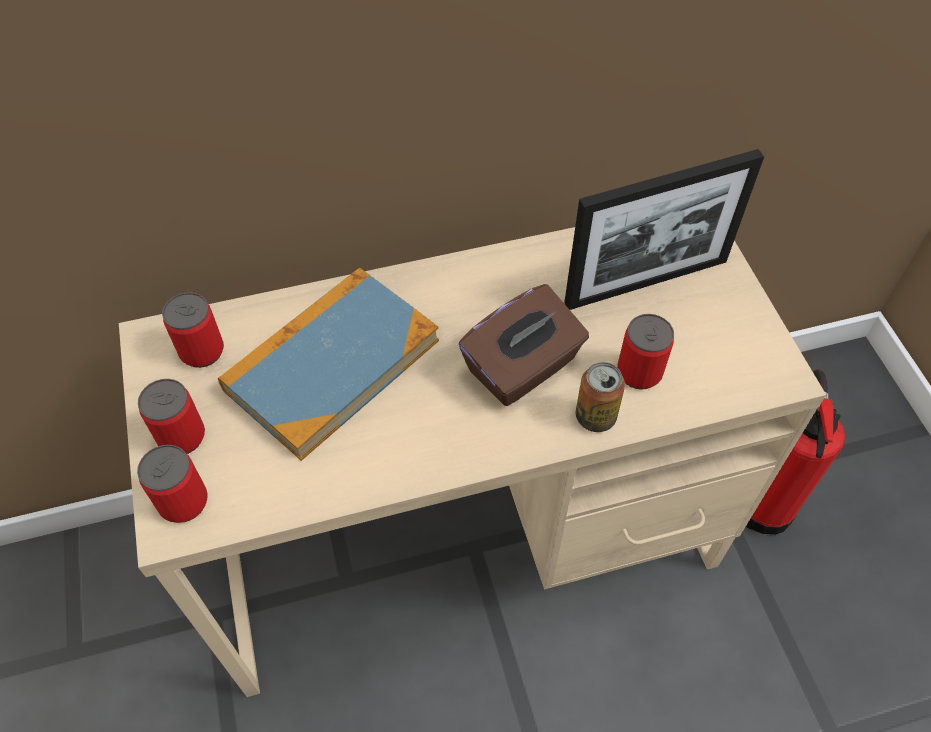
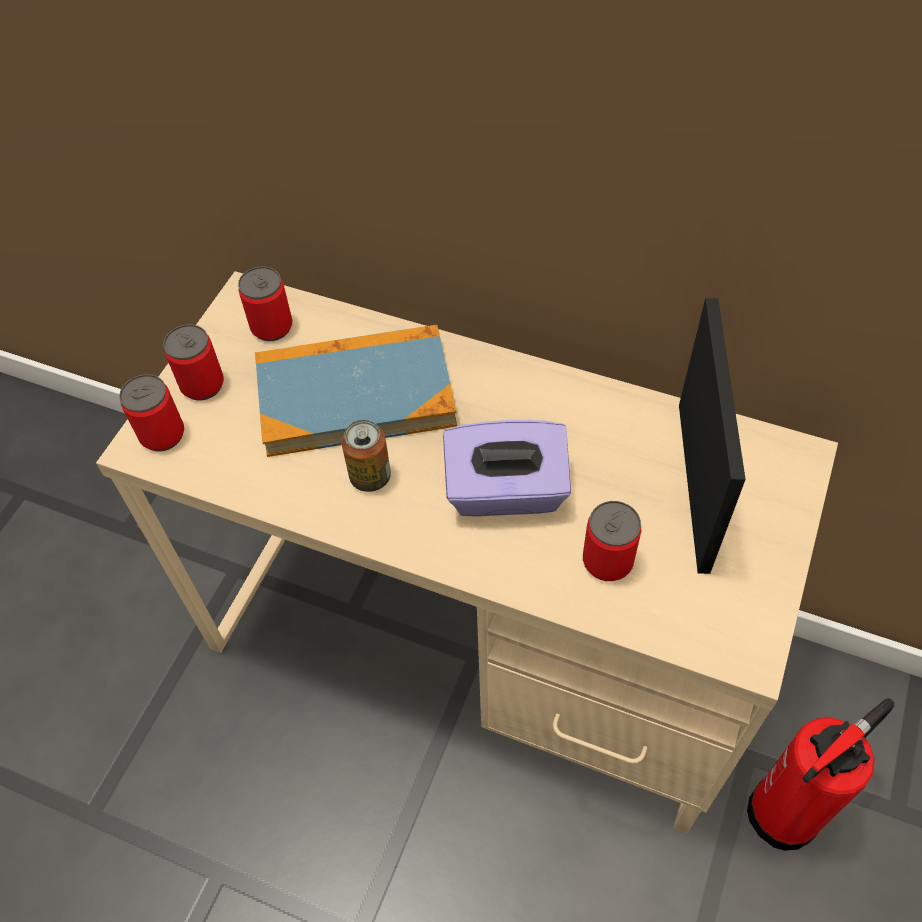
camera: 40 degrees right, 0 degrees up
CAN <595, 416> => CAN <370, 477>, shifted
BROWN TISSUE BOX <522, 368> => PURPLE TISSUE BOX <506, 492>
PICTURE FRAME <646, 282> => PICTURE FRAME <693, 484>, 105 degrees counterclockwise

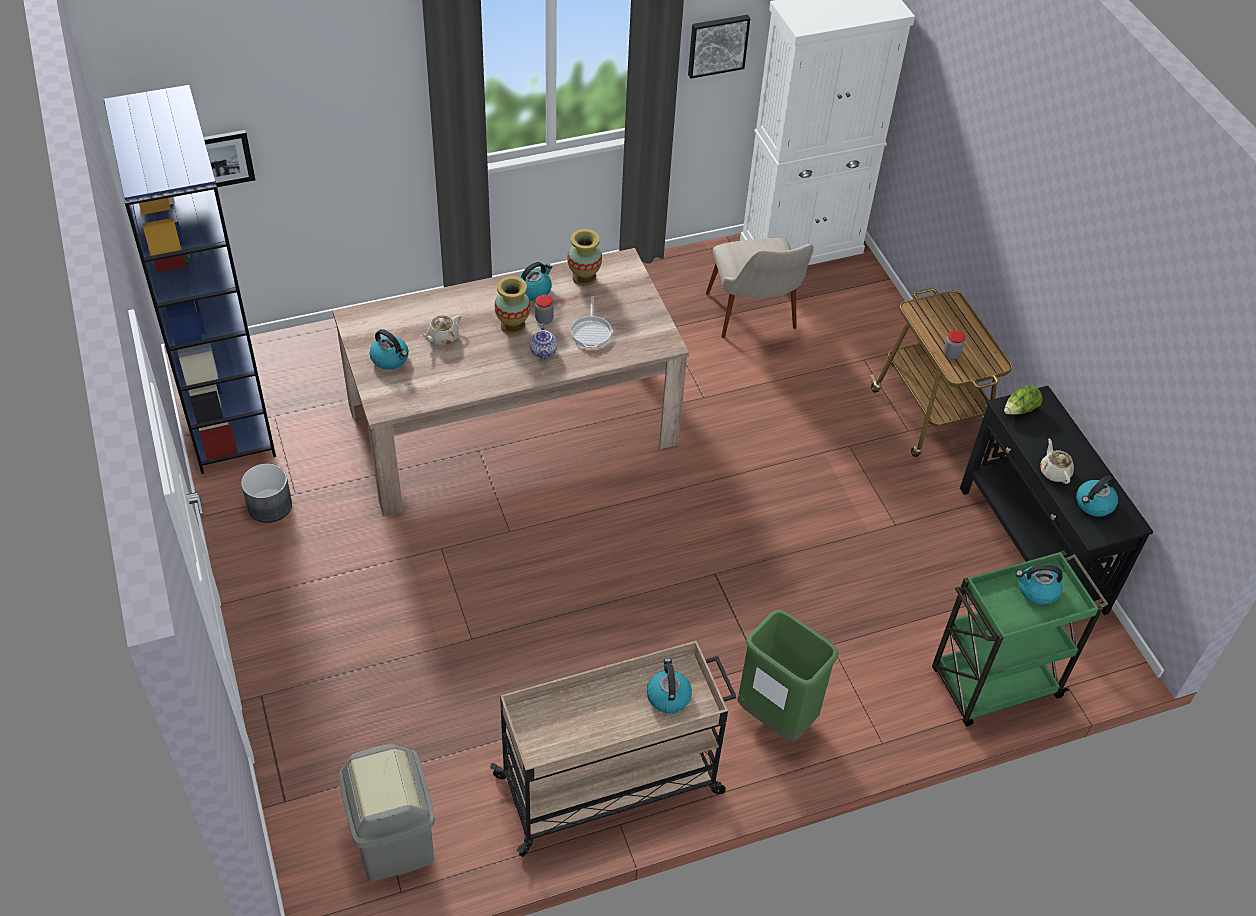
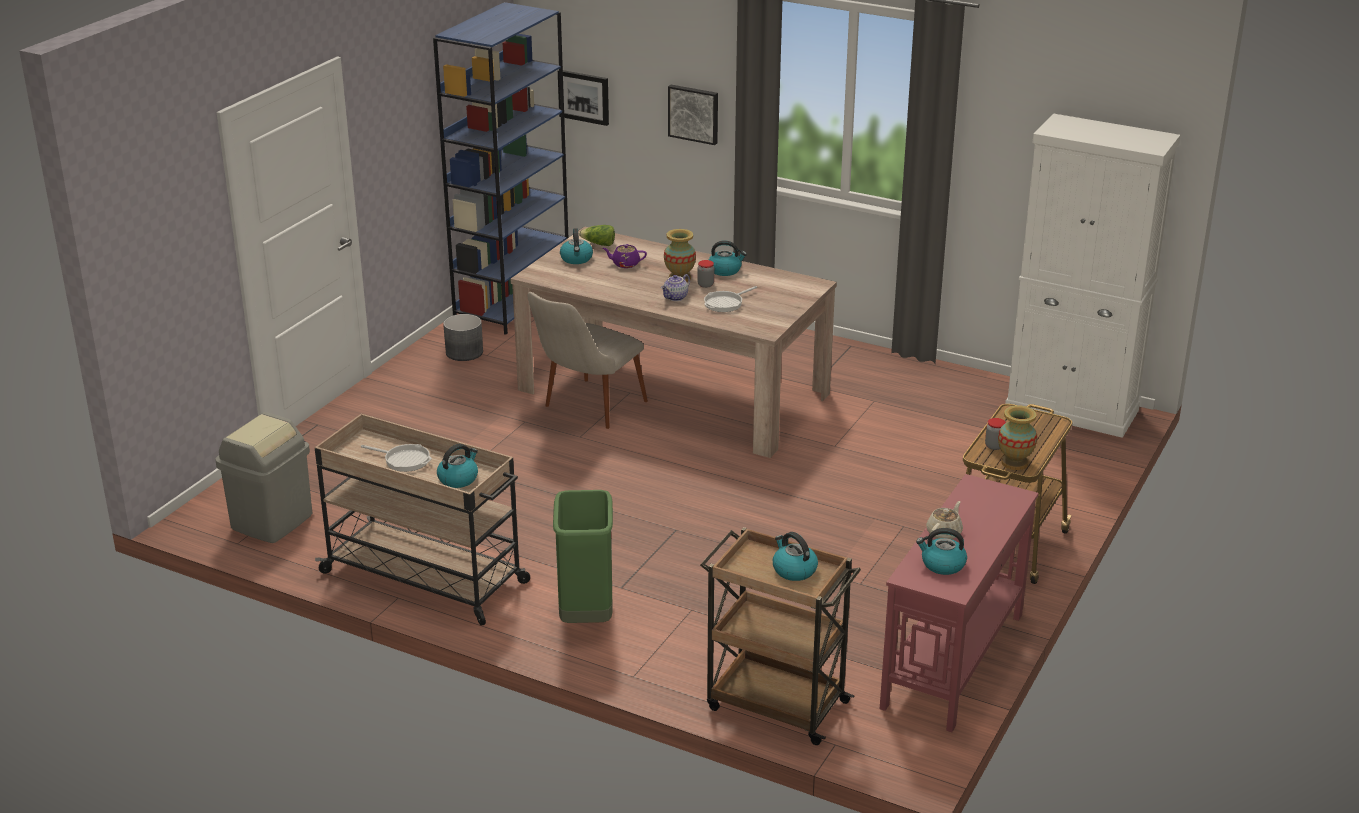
camera: 50 degrees right, 20 degrees down
nothing => FRYING PAN <404, 460>
BEIGE CHAIR <755, 322> => BEIGE CHAIR <586, 410>, shifted
LETTUCE <1020, 410> => LETTUCE <599, 244>, shifted
BEIGE TEAPOT <442, 337> => PURPLE TEAPOT <625, 264>
PICTURE <717, 44> => PICTURE <694, 113>, shifted
GREEN CART <993, 684> => BROWN CART <775, 704>
BLACK CONSOLE TABLE <1031, 550> => RED CONSOLE TABLE <952, 661>
VASE <584, 278> => VASE <1014, 463>, shifted

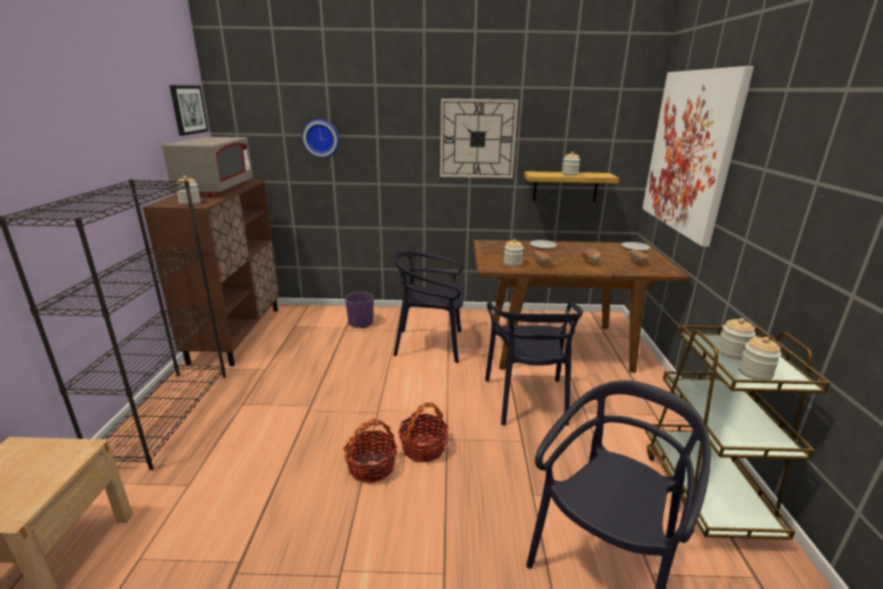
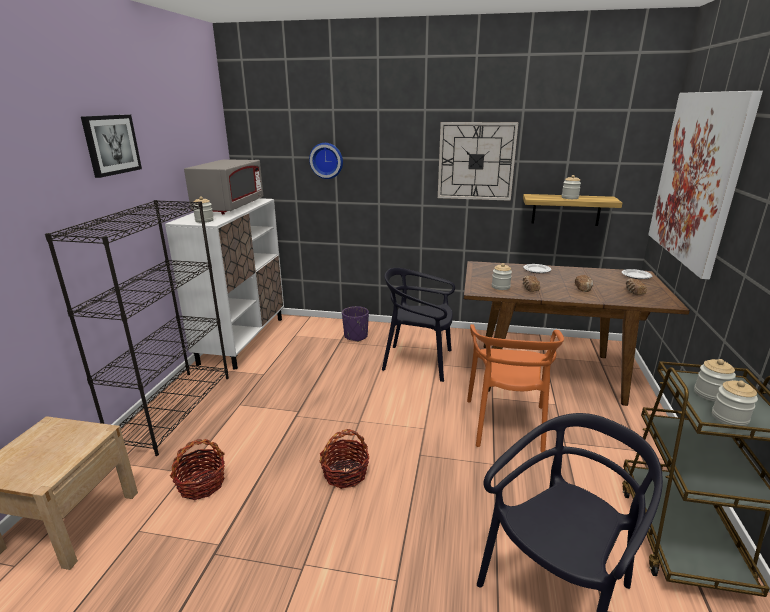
camera: 10 degrees right, 0 degrees up
PICTURE <188, 109> => PICTURE <111, 144>, shifted
BROWN CABINET <237, 334> => WHITE CABINET <243, 340>
BASKET <423, 448> => BASKET <201, 484>, shifted
BLACK CHAIR <527, 400> => ORANGE CHAIR <506, 424>

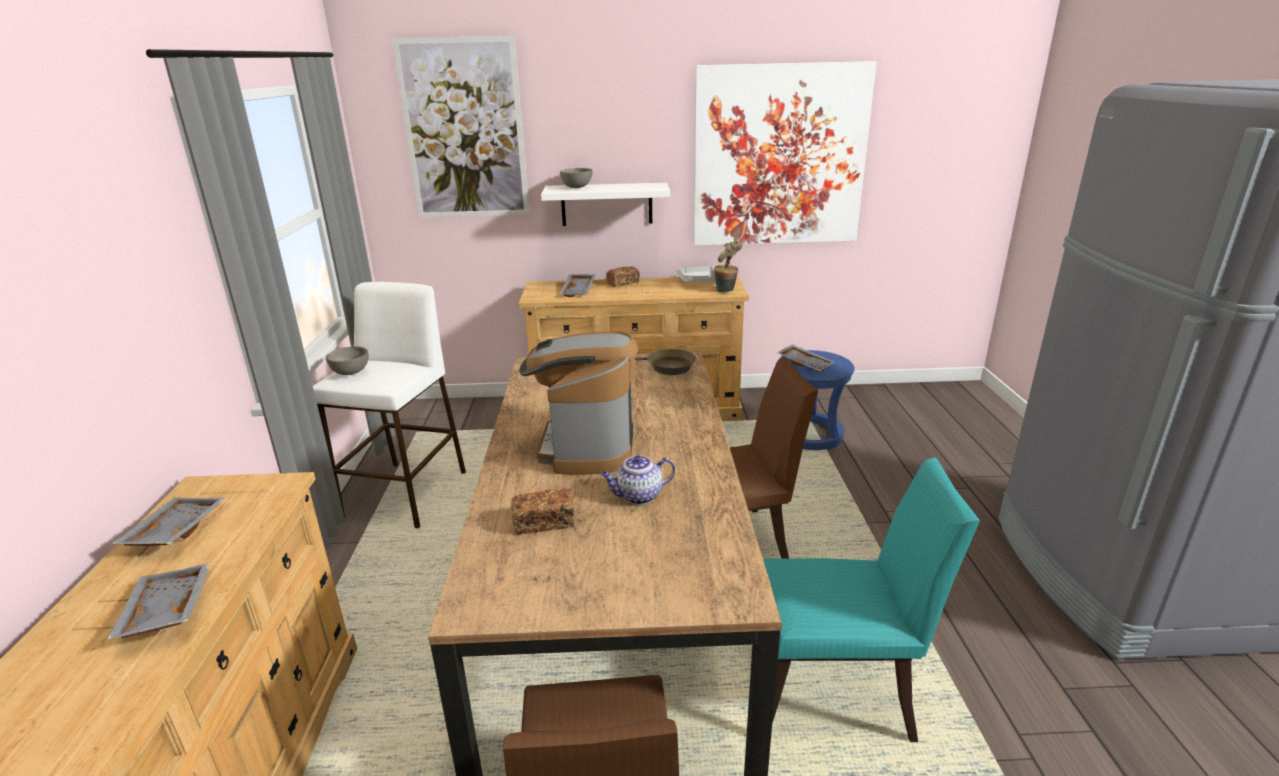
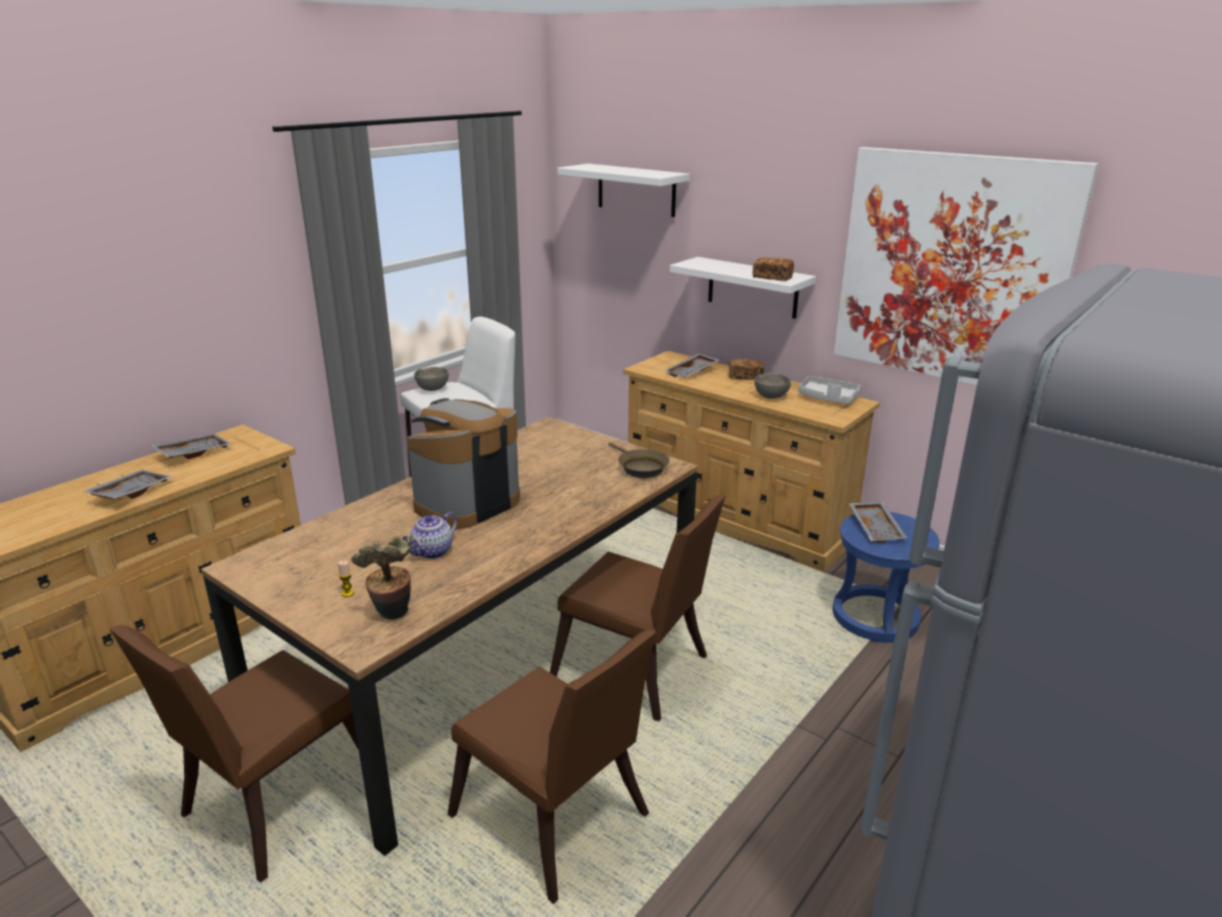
camera: 40 degrees right, 0 degrees up
nothing => CANDLE <347, 593>
POTTED PLANT <726, 291> => POTTED PLANT <392, 615>, shifted
TEAPOT <638, 496> => TEAPOT <432, 552>, 75 degrees counterclockwise
TURQUOISE CHAIR <836, 688> => BROWN CHAIR <555, 824>
PICTURE <464, 130> => WHITE SHELF <636, 190>
BREAD <544, 522> => BREAD <772, 277>, shifted
GREY BOWL <577, 187> => GREY BOWL <771, 397>, shifted

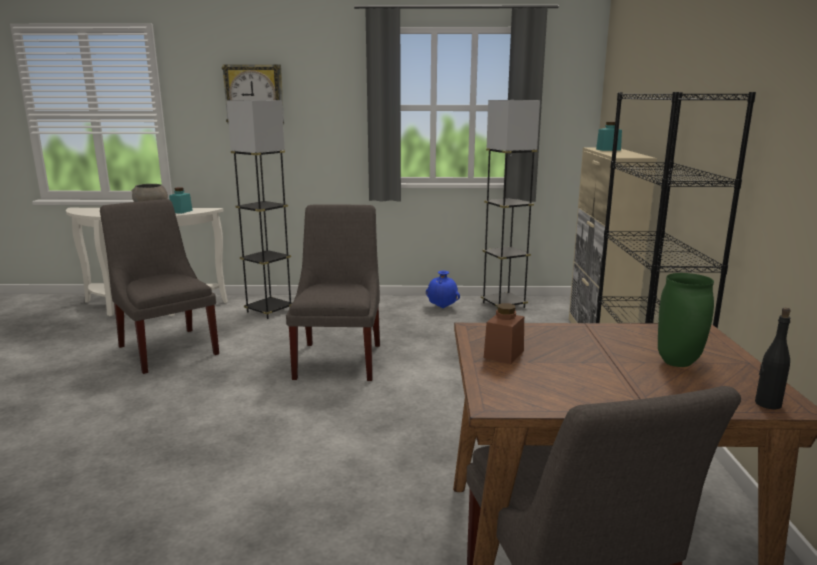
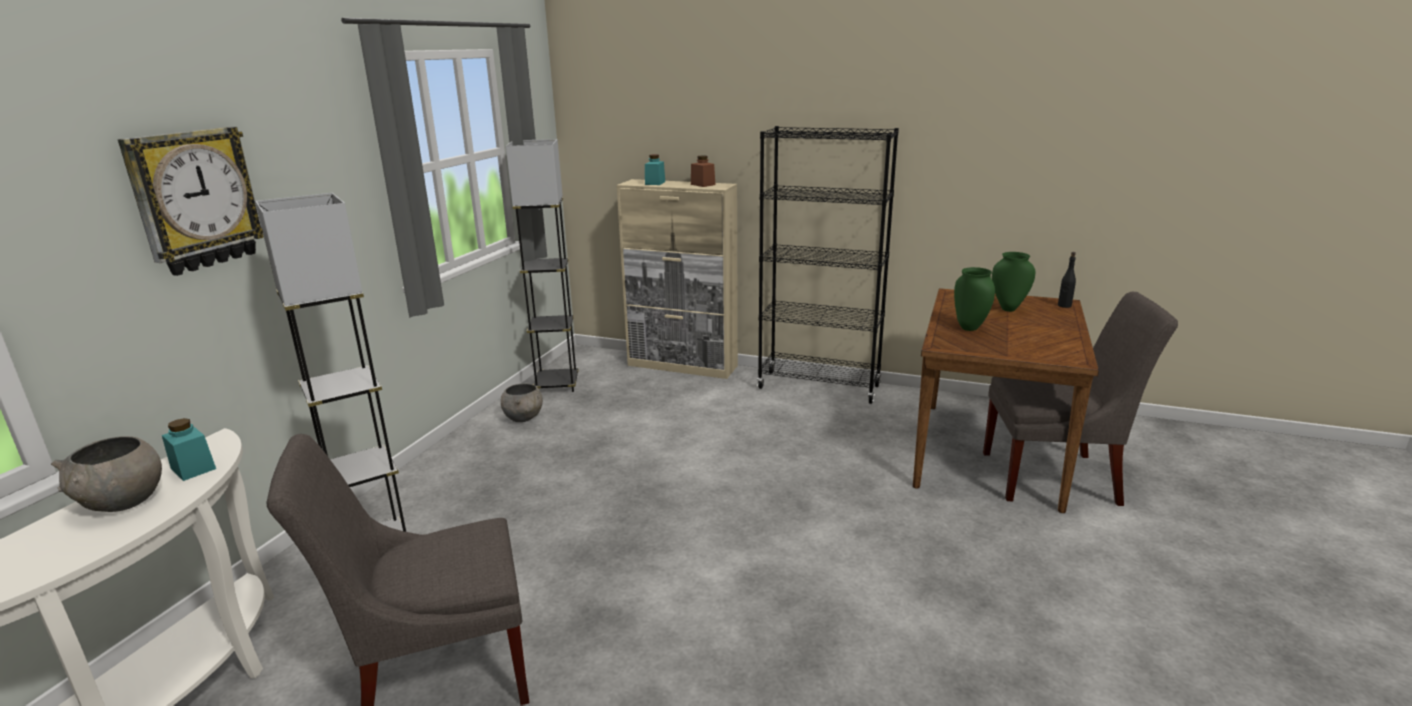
camera: 70 degrees left, 5 degrees up
BLUE VASE <442, 307> => GREY BOWL <524, 418>
BROWN JAR <503, 354> => BROWN JAR <703, 184>, shifted
nothing => GREEN VASE <970, 328>
GREY CHAIR <340, 359> => nothing

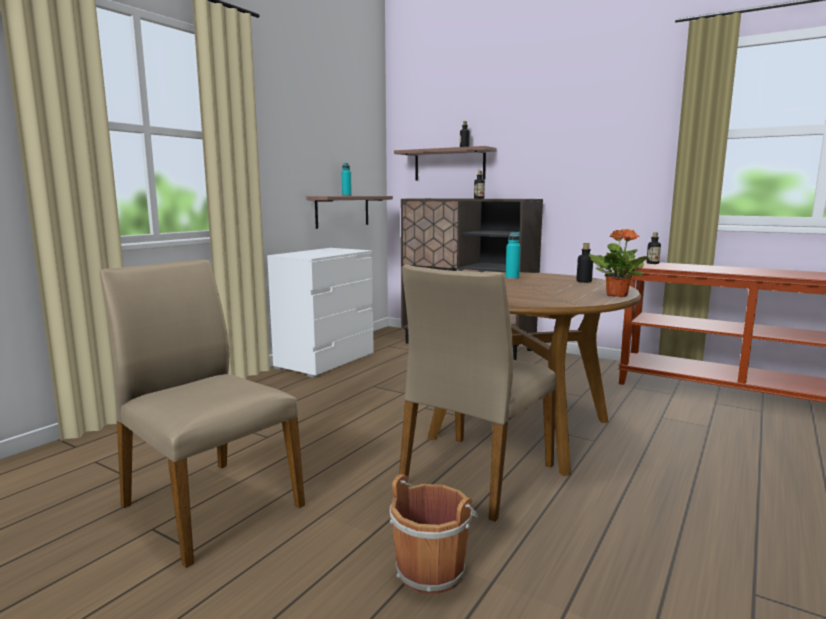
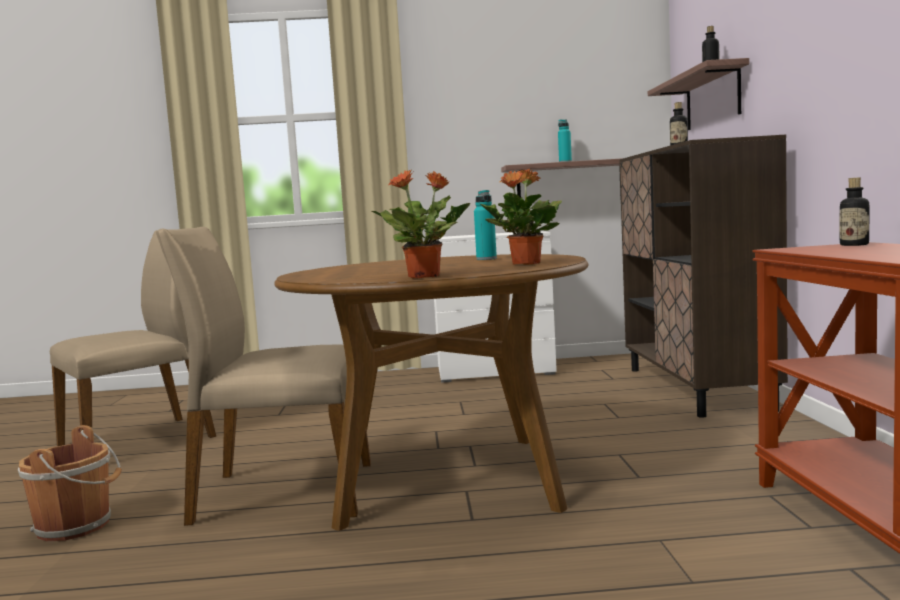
camera: 55 degrees right, 5 degrees down
BEIGE CHAIR <209, 505> => BEIGE CHAIR <139, 441>, 45 degrees clockwise
BOTTLE <584, 281> => POTTED PLANT <525, 264>

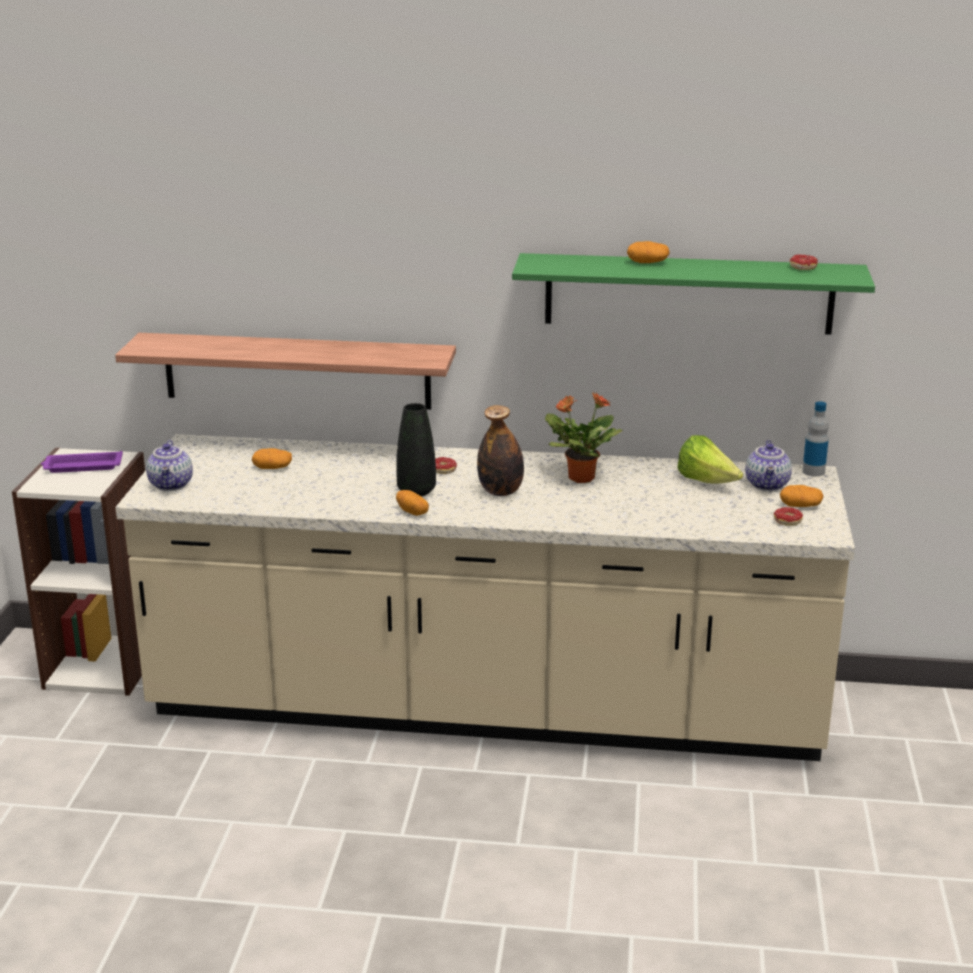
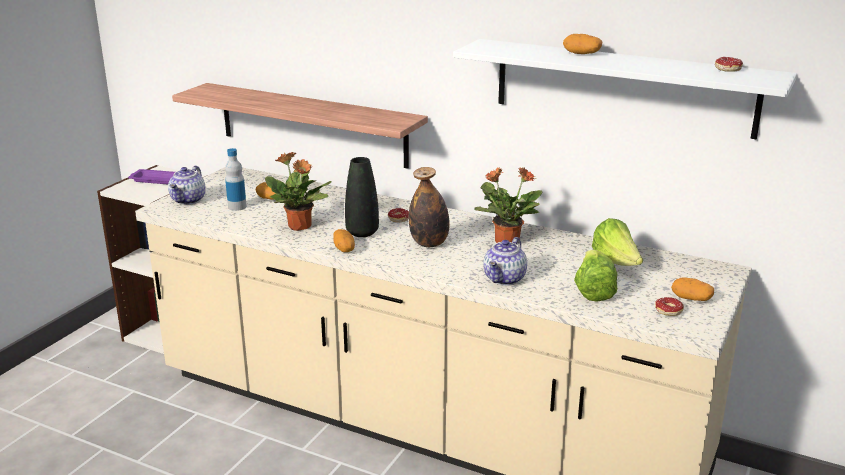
camera: 20 degrees right, 0 degrees up
BOTTLE <813, 471> => BOTTLE <237, 207>, shifted
nothing => POTTED PLANT <300, 227>
GREEN SHELF <688, 293> => WHITE SHELF <623, 87>
TEAPOT <768, 485> => TEAPOT <505, 279>, shifted
nothing => LETTUCE <593, 291>

